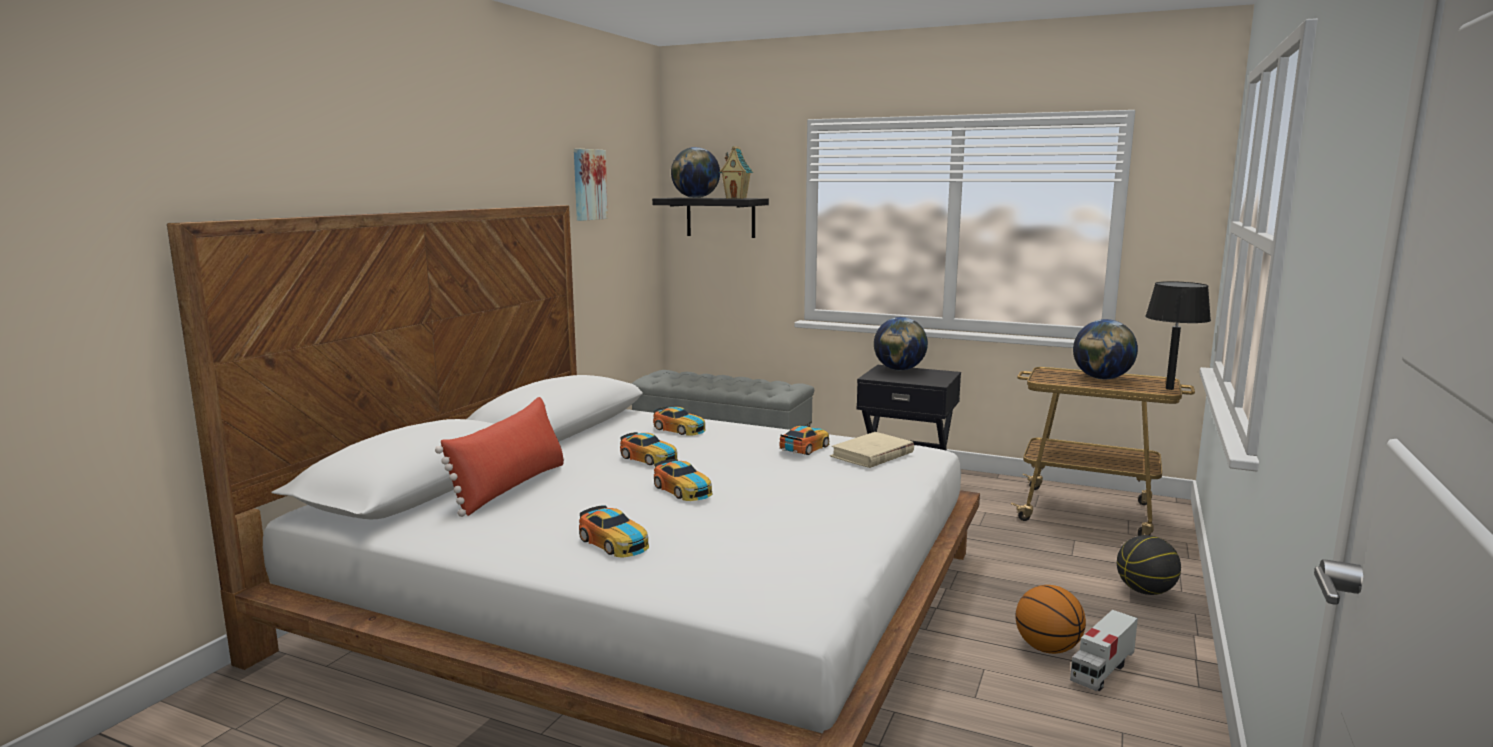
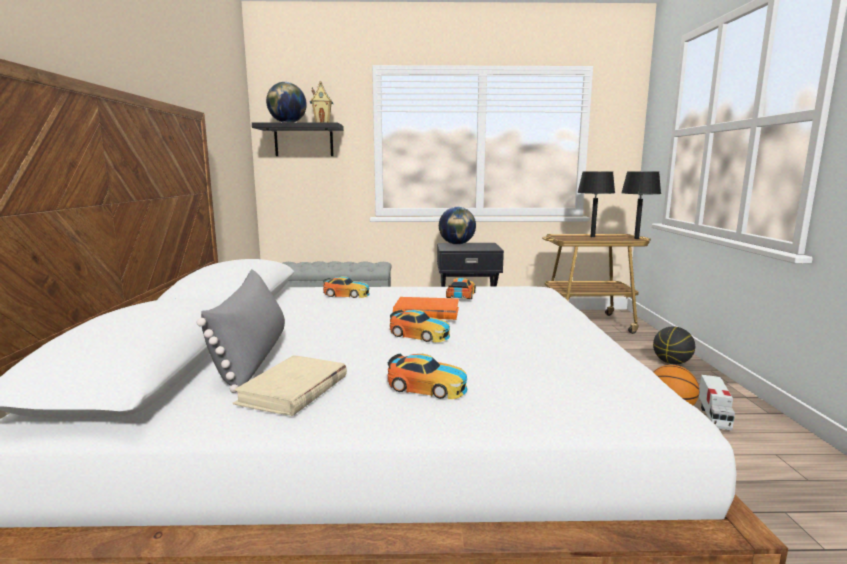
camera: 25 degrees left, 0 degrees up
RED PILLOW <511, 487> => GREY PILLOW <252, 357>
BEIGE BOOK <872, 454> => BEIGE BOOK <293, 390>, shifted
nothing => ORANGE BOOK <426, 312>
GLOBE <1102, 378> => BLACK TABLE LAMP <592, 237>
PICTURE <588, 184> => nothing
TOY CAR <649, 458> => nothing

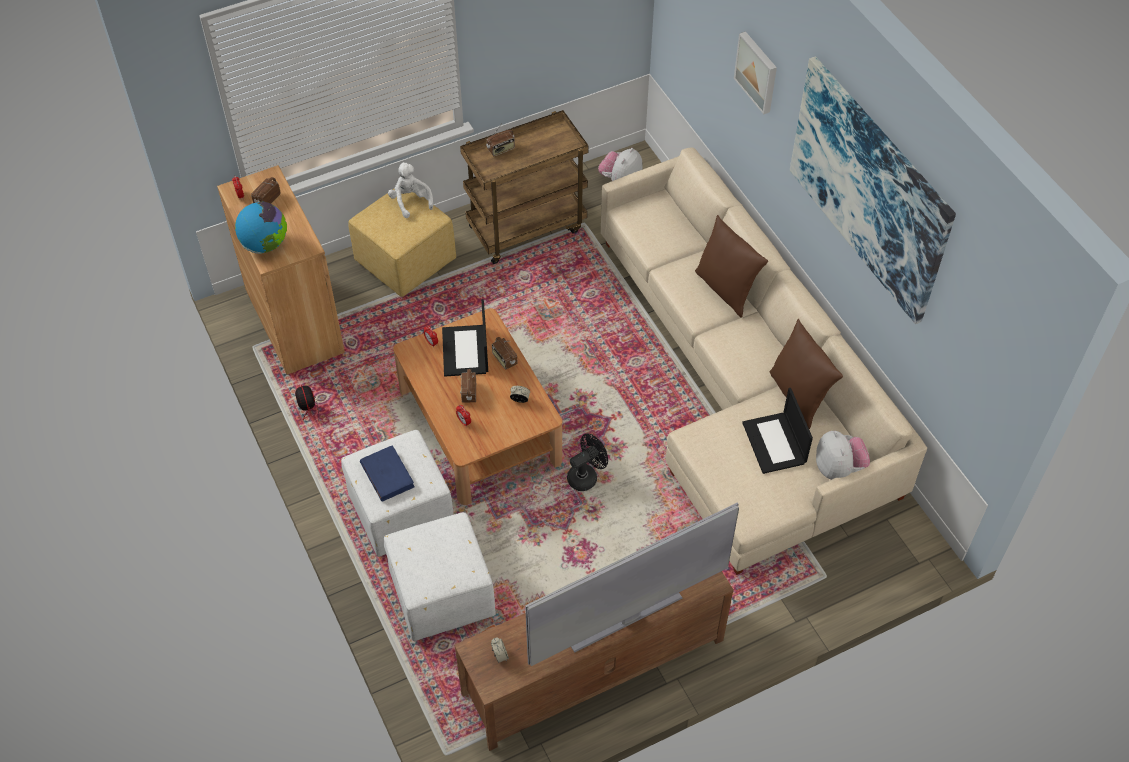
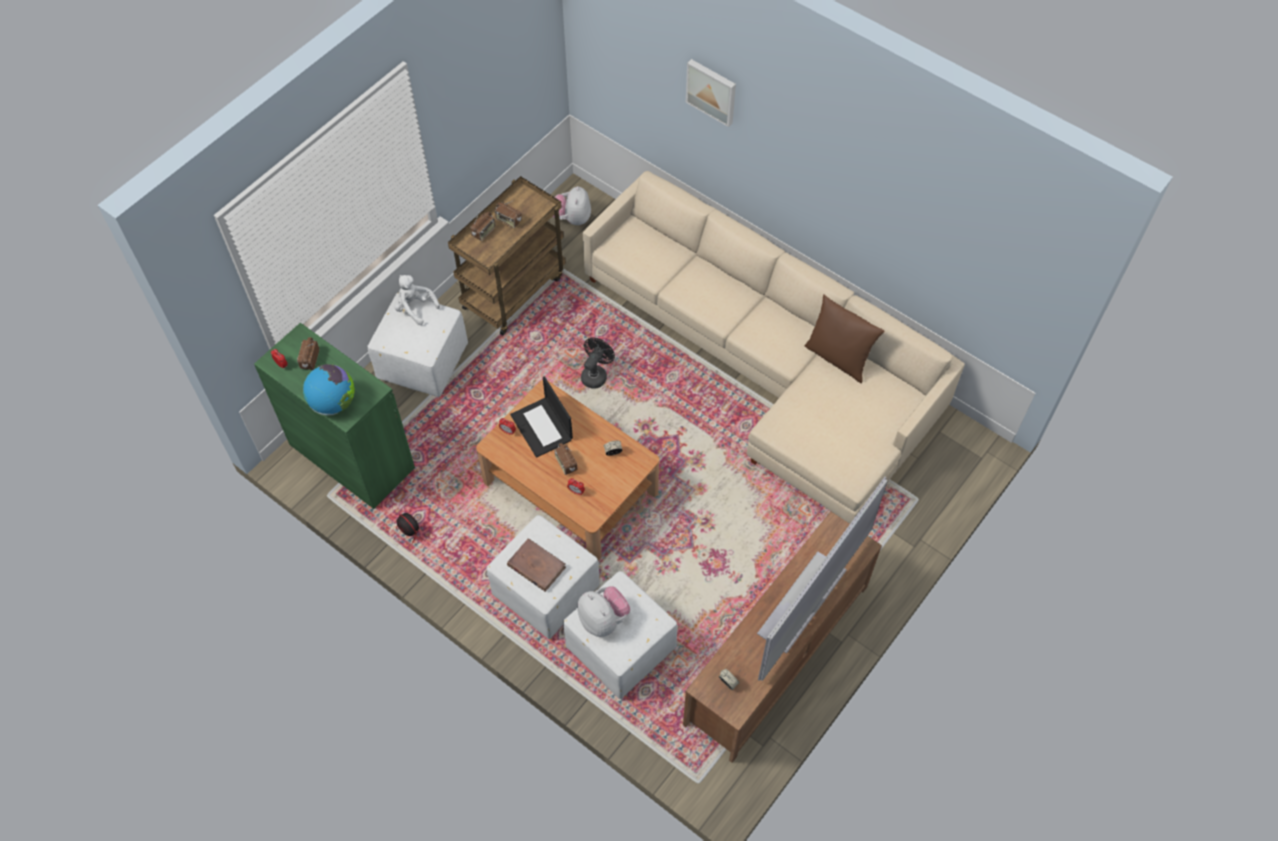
camera: 25 degrees left, 5 degrees up
BROWN CABINET <294, 321> => GREEN CABINET <352, 456>
YELLOW OTTOMAN <405, 261> => WHITE OTTOMAN <422, 362>
RADIO <504, 359> => RADIO <508, 221>, shifted
BLUE BOOK <387, 475> => BROWN BOOK <536, 566>
PLUSH TOY <838, 469> => PLUSH TOY <603, 619>, shifted
BLACK FAN <586, 476> => BLACK FAN <596, 374>, shifted
BROWN PILLOW <726, 289> => nothing
LAPTOP <775, 443> => nothing
PICTURE <869, 188> => nothing

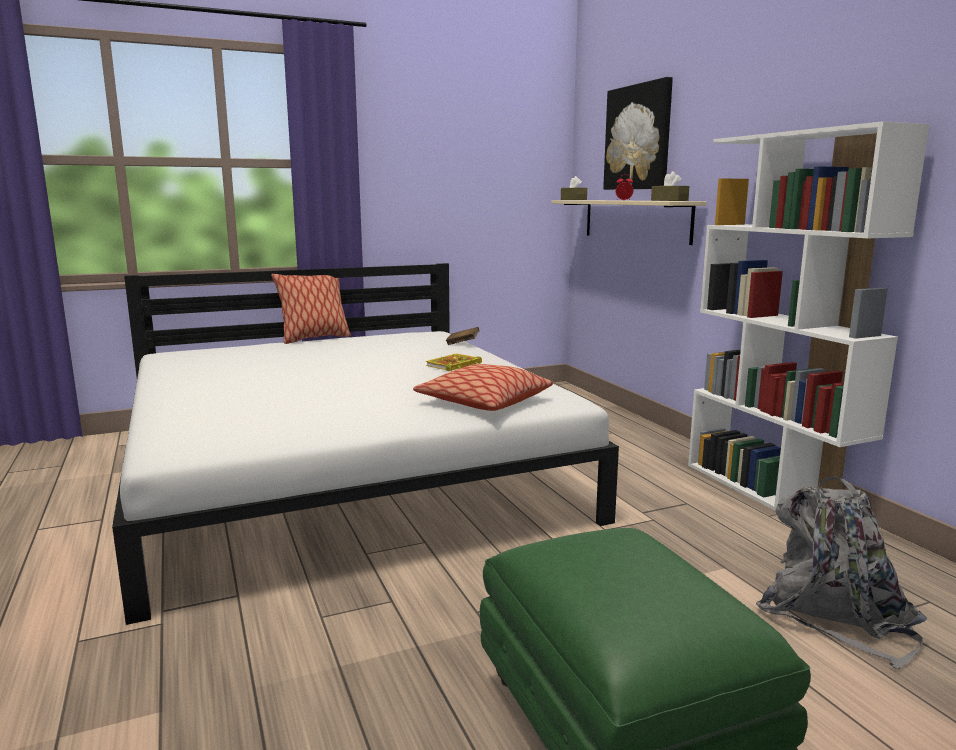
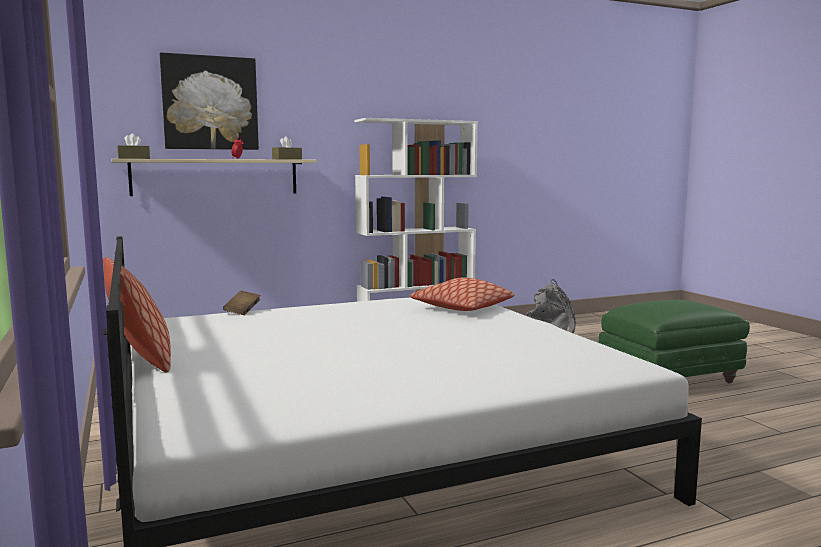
camera: 90 degrees left, 5 degrees down
BOOK <453, 365> => nothing

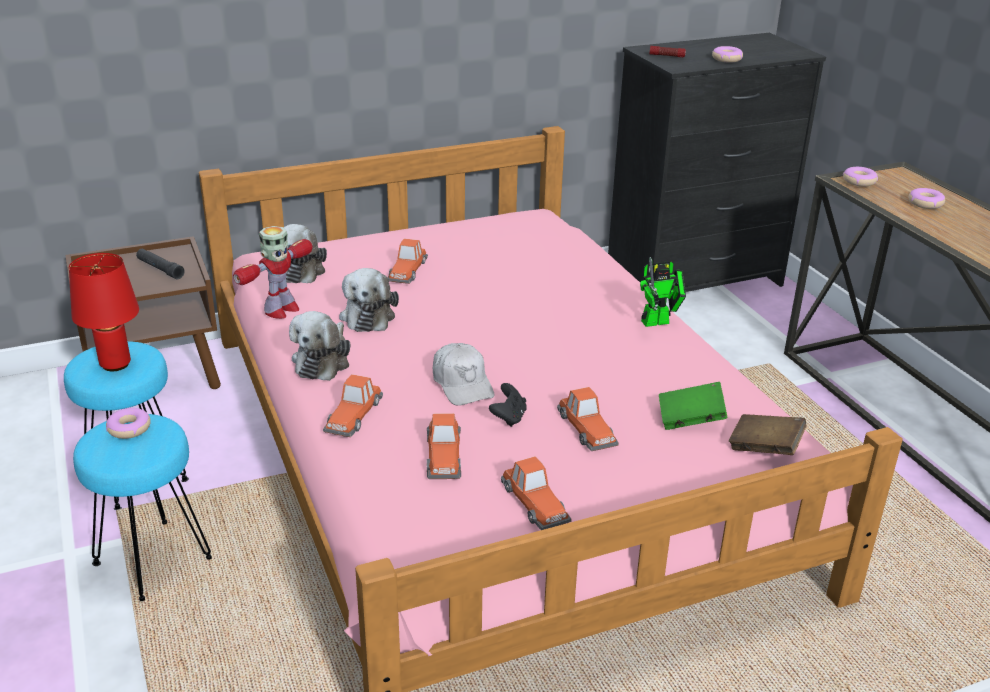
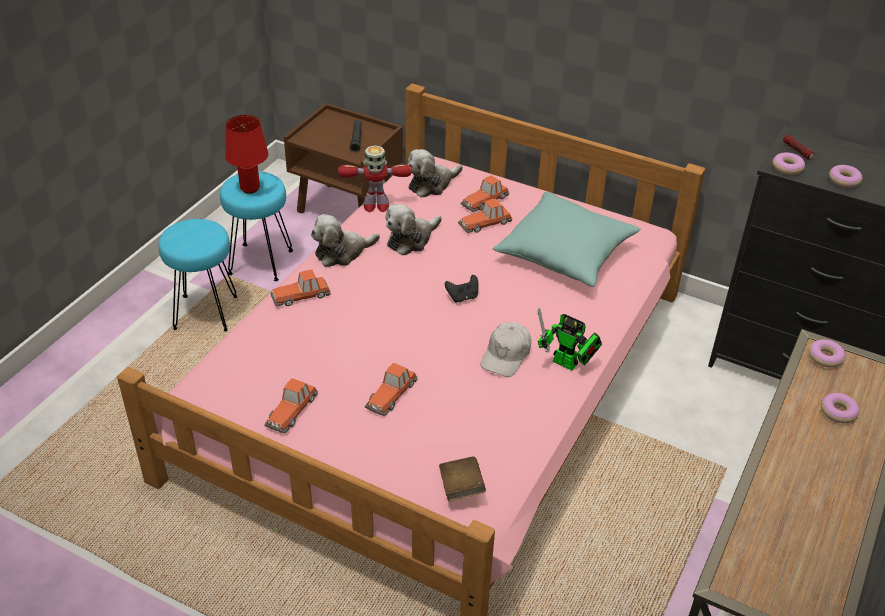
camera: 50 degrees right, 10 degrees up
BLACK GAME CONTROLLER <508, 417> => BLACK GAME CONTROLLER <462, 297>, shifted
TOY CAR <443, 455> => TOY CAR <485, 200>, shifted
WHITE CAP <462, 384> => WHITE CAP <506, 355>, shifted
nothing => TURQUOISE PILLOW <565, 253>
DONUT <129, 428> => DONUT <787, 168>, shifted
GREEN BOOK <690, 420> => nothing

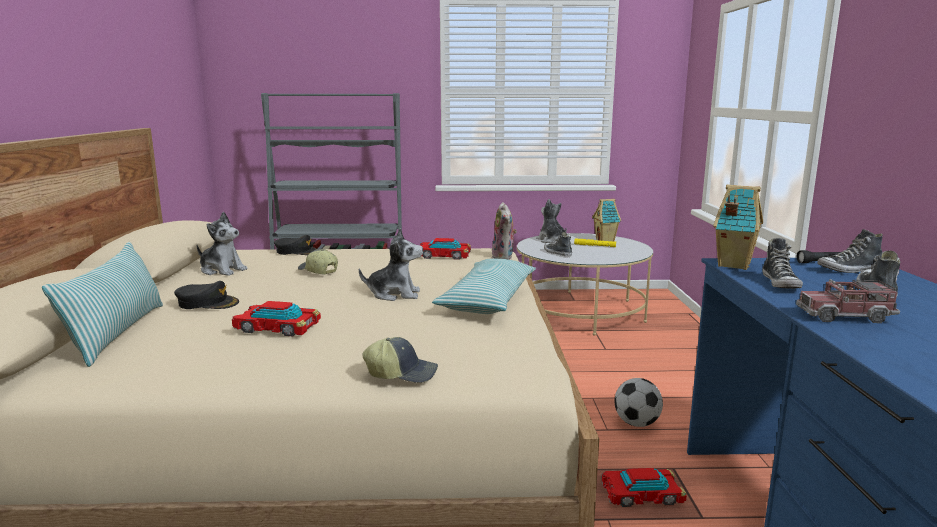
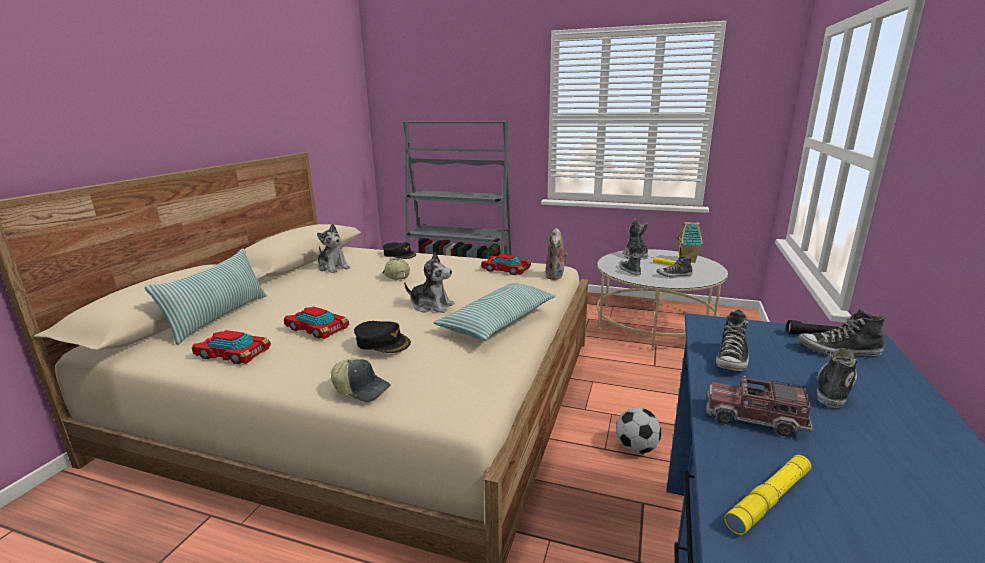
camera: 20 degrees right, 5 degrees up
TOY CAR <641, 494> => TOY CAR <233, 353>, shifted
BLACK CAP <207, 303> => BLACK CAP <382, 342>, shifted
nothing => SHOE <674, 275>
nothing => YELLOW FLASHLIGHT <769, 499>
TOY HOUSE <732, 265> => nothing

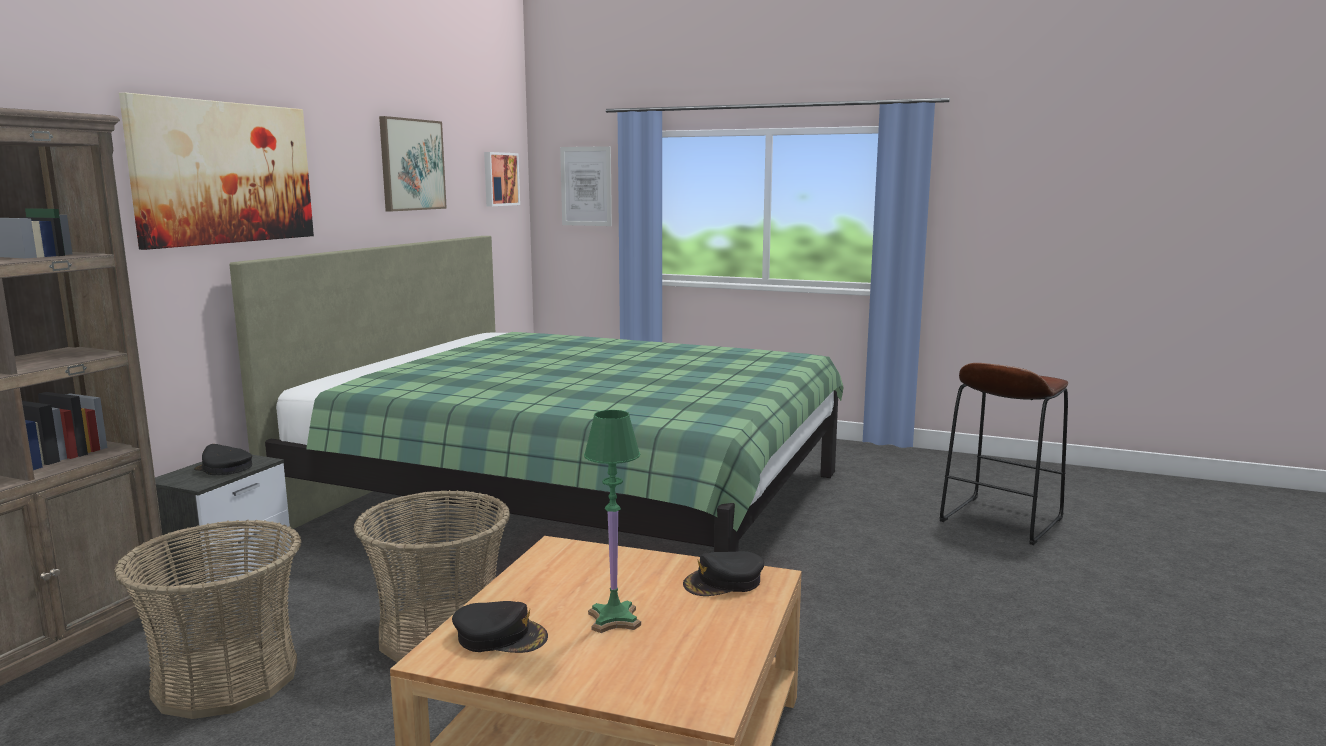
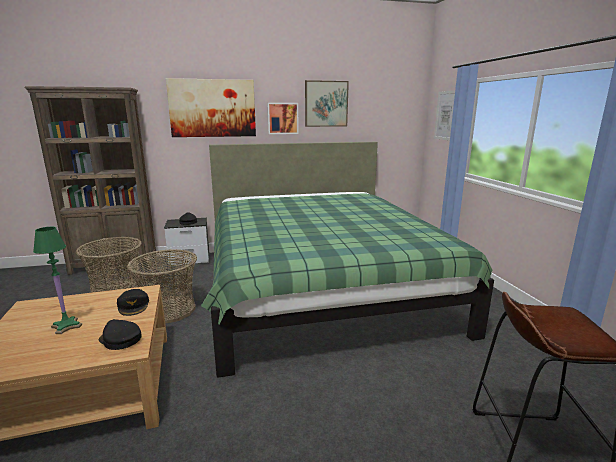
camera: 55 degrees right, 5 degrees up
BLACK CAP <500, 636> => BLACK CAP <133, 305>, shifted
PICTURE <500, 179> => PICTURE <282, 118>, shifted

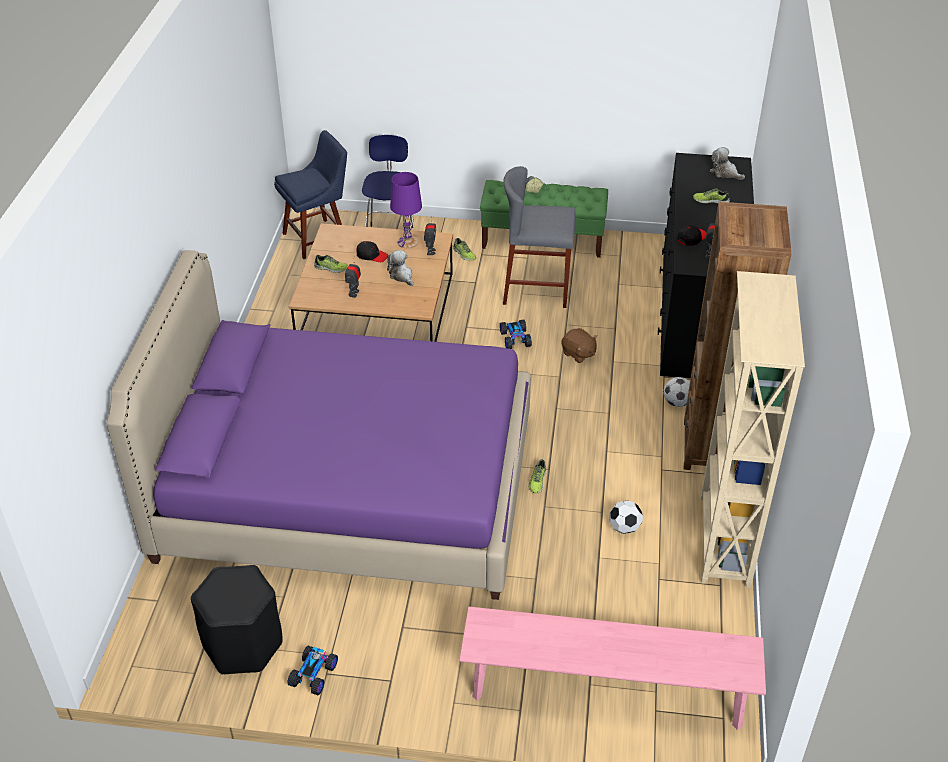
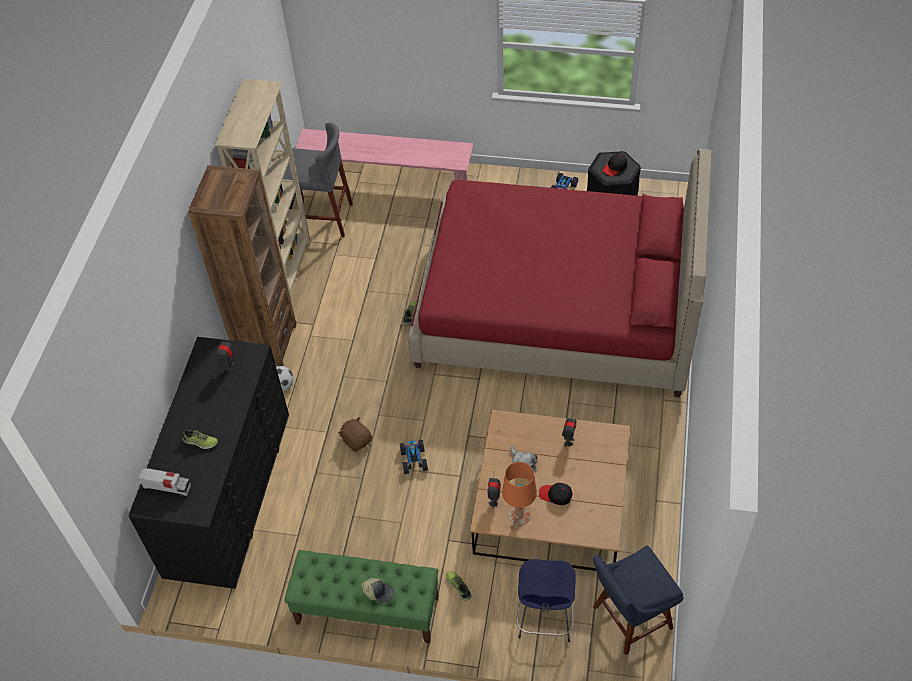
camera: 175 degrees left, 10 degrees up
PLUSH TOY <724, 173> => TOY TRUCK <168, 487>
GREY STOOL <536, 290> => GREY STOOL <322, 218>, shifted
PURPLE BED <348, 489> => RED BED <556, 309>
PURPLE TABLE LAMP <407, 242> => ORANGE TABLE LAMP <519, 516>
BLACK CAP <691, 238> => BLACK CAP <615, 167>, shifted
SHOE <331, 268> => nothing
FOOTBALL <624, 528> => nothing

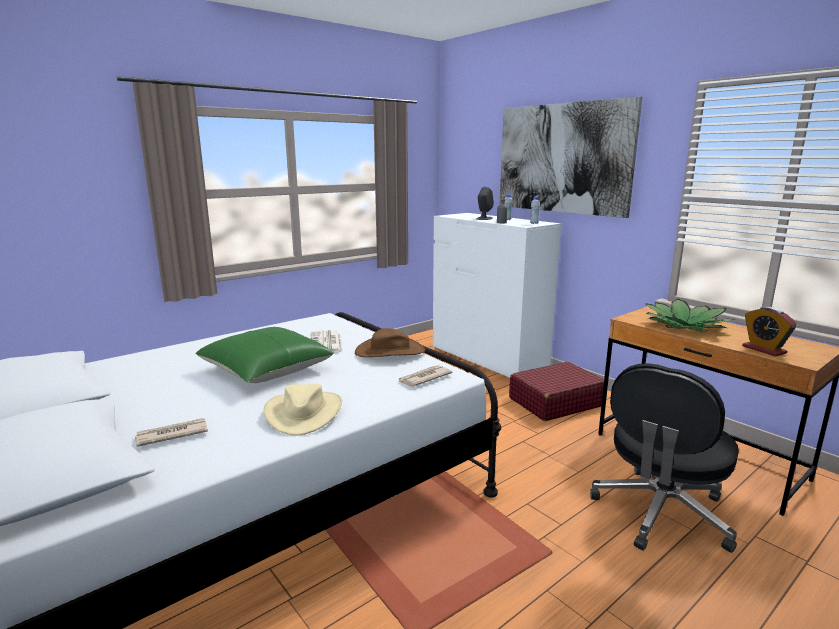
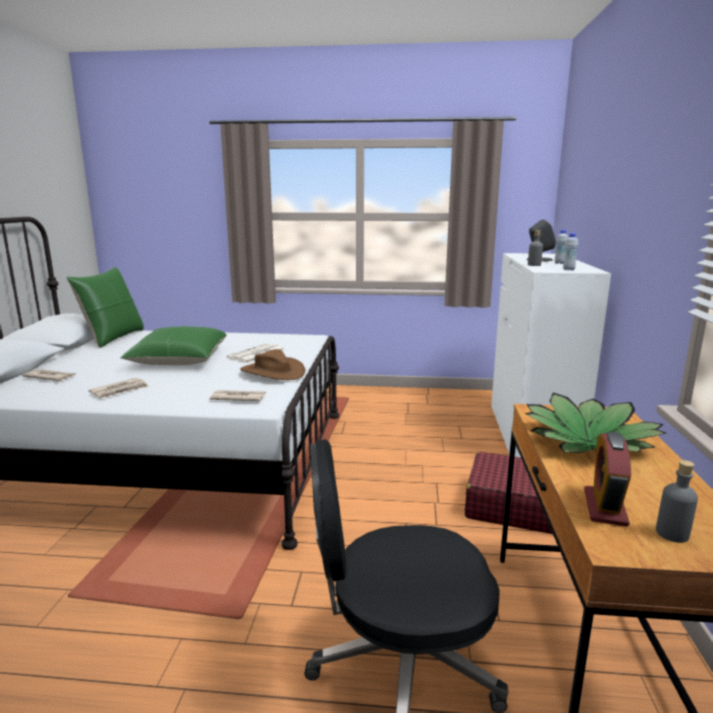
camera: 45 degrees right, 0 degrees up
nothing => GREEN PILLOW <113, 338>
BEIGE HAT <303, 412> => NEWSPAPER <120, 390>
nothing => GREY BOTTLE <672, 533>
PICTURE <562, 158> => nothing

